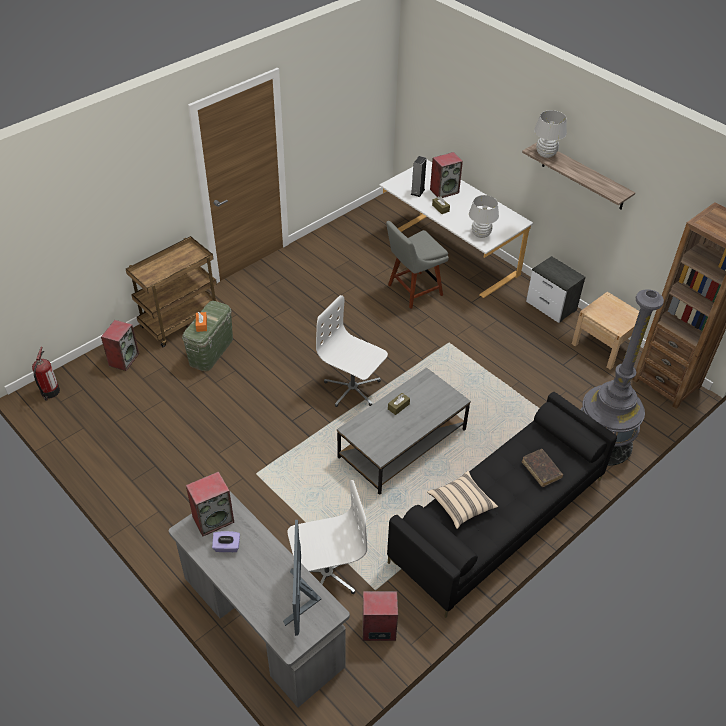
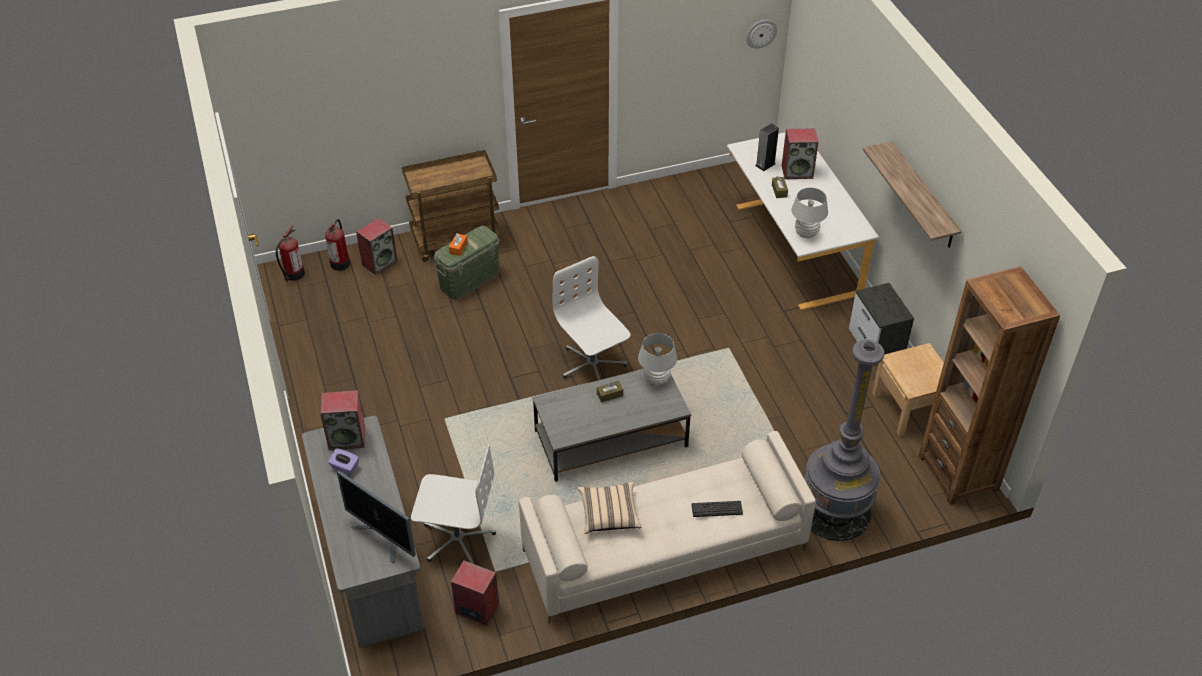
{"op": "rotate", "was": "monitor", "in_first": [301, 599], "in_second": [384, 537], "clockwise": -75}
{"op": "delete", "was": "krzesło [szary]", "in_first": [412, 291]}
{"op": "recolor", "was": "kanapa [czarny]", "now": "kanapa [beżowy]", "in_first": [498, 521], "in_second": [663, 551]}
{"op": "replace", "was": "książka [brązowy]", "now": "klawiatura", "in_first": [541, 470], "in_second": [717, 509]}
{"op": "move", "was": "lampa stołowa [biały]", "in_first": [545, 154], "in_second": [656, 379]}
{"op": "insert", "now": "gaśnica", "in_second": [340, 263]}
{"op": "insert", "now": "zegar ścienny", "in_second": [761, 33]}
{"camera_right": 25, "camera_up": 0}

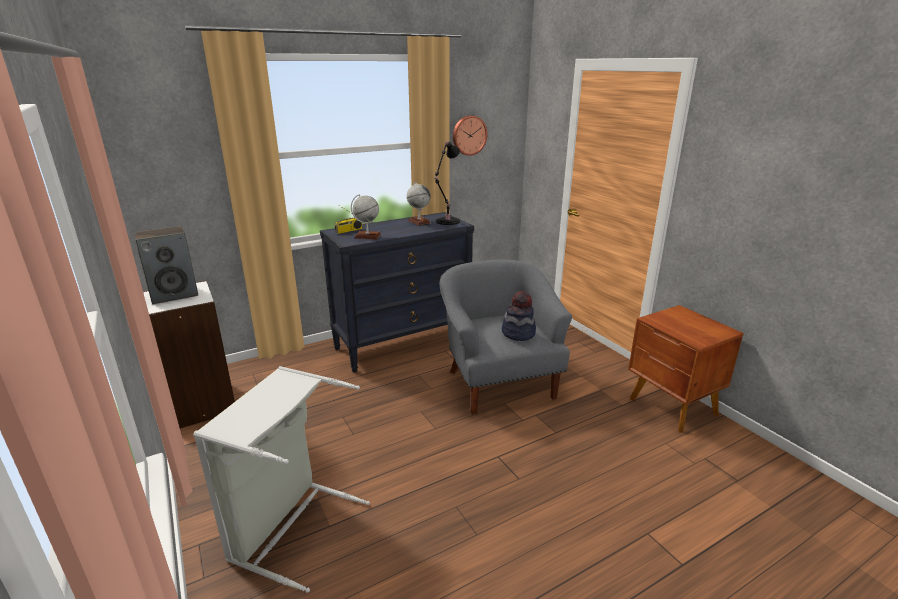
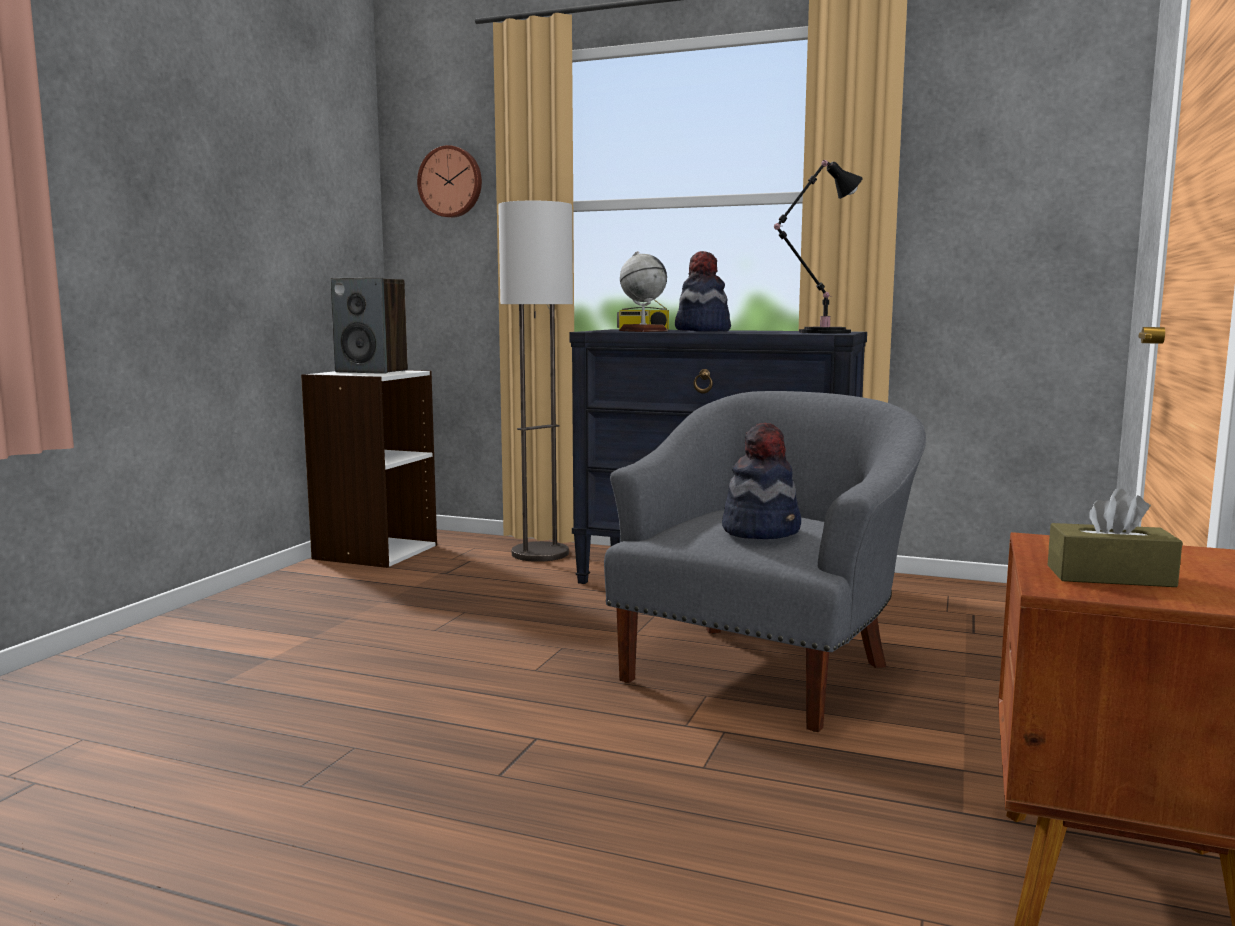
{"op": "delete", "was": "kosz na pranie [szary]", "in_first": [290, 526]}
{"op": "delete", "was": "globus", "in_first": [419, 222]}
{"op": "move", "was": "zegar ścienny", "in_first": [469, 135], "in_second": [451, 182]}
{"op": "insert", "now": "lampa stojąca", "in_second": [540, 554]}
{"op": "insert", "now": "kapelusz", "in_second": [702, 331]}
{"op": "insert", "now": "pudełko chusteczek [brązowy]", "in_second": [1110, 576]}
{"camera_right": 50, "camera_up": -15}

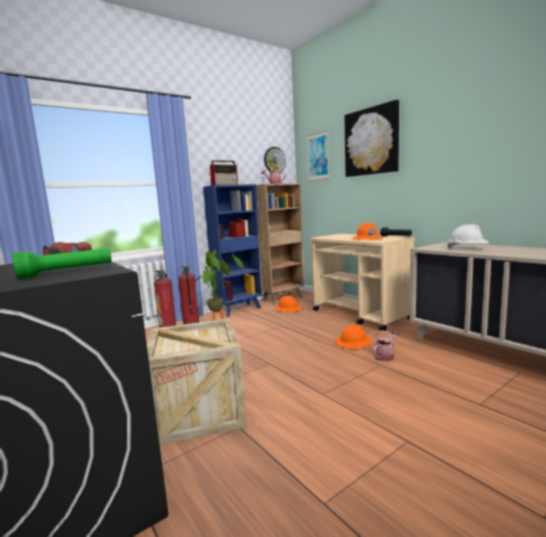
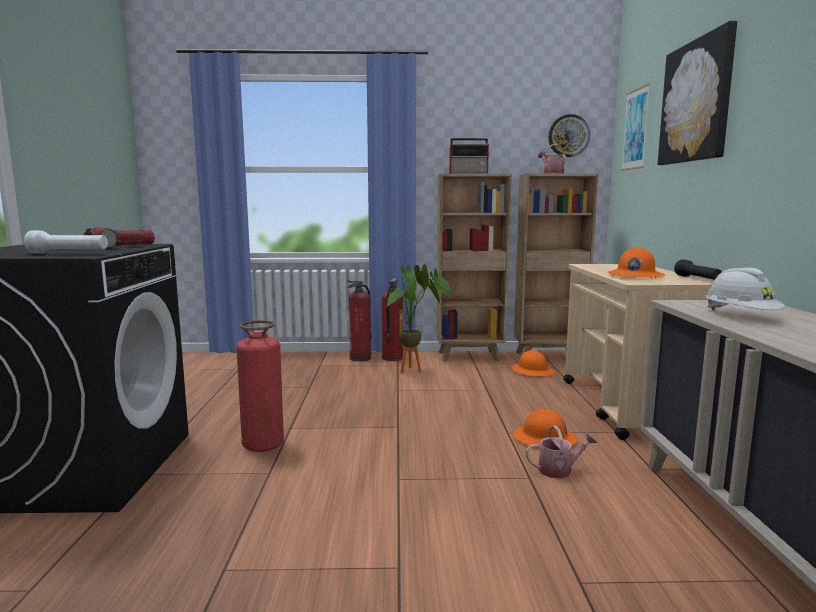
{"op": "recolor", "was": "latarka [zielony]", "now": "latarka [biały]", "in_first": [67, 272], "in_second": [69, 253]}
{"op": "replace", "was": "skrzynka", "now": "gaśnica", "in_first": [199, 411], "in_second": [263, 445]}
{"op": "recolor", "was": "regał [niebieski]", "now": "regał [brązowy]", "in_first": [239, 309], "in_second": [470, 356]}
{"camera_right": 35, "camera_up": 0}

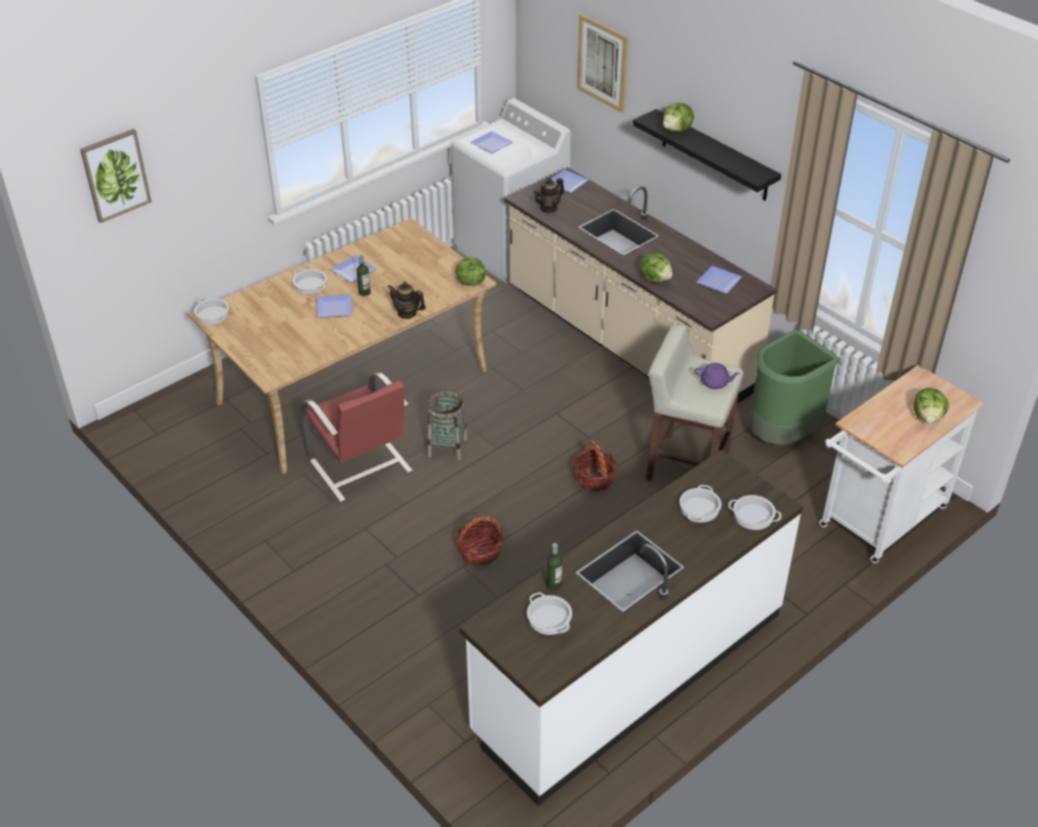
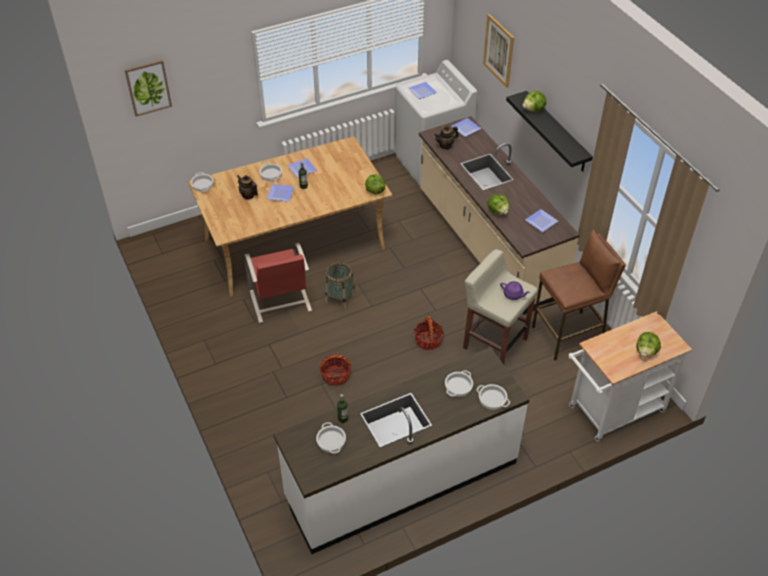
{"op": "move", "was": "imbryk", "in_first": [407, 313], "in_second": [248, 195]}
{"op": "replace", "was": "kosz na śmieci [zielony]", "now": "stołek [brązowy]", "in_first": [781, 436], "in_second": [568, 335]}
{"camera_right": 15, "camera_up": 5}

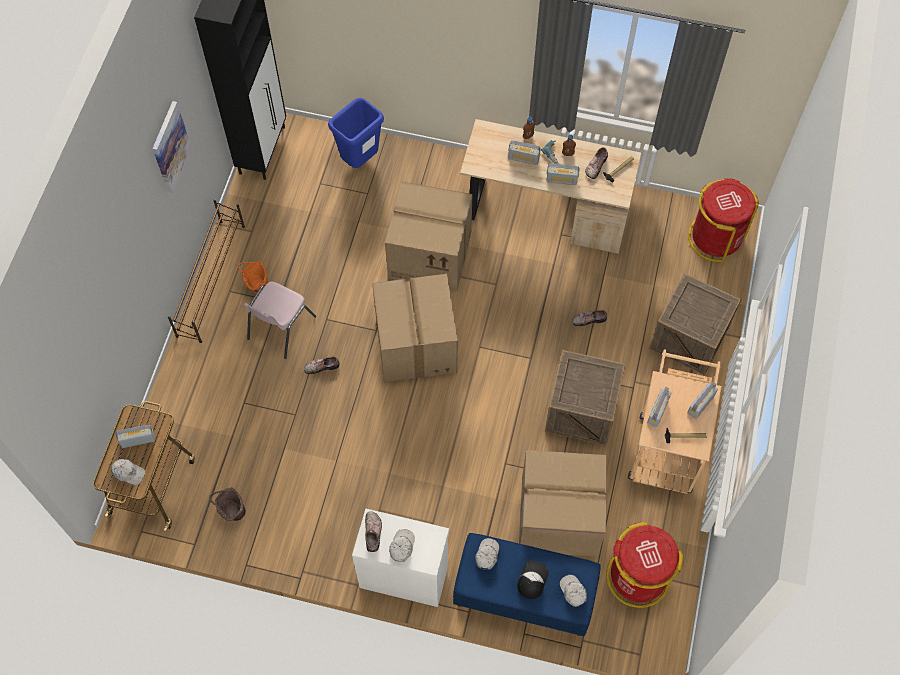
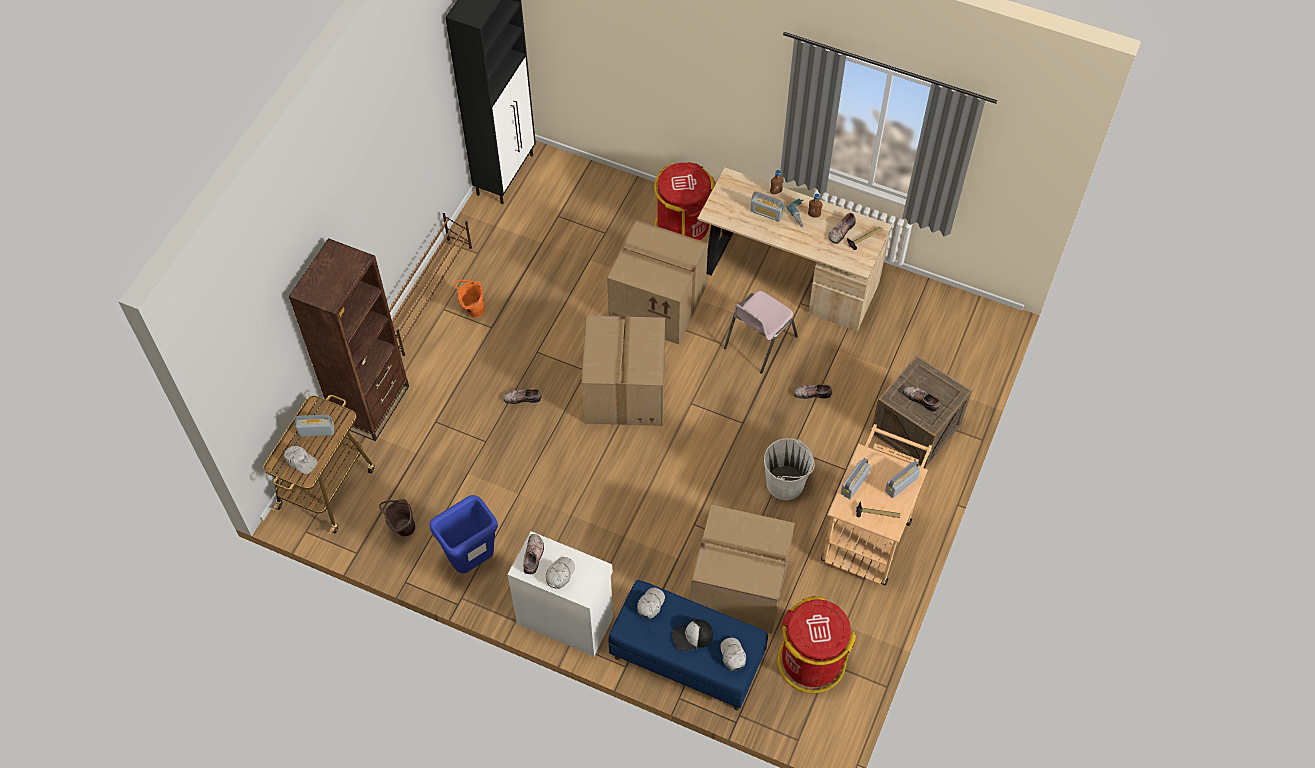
{"op": "delete", "was": "obraz", "in_first": [170, 147]}
{"op": "move", "was": "krzesło [różowy]", "in_first": [280, 328], "in_second": [759, 342]}
{"op": "move", "was": "kosz na śmieci [niebieski]", "in_first": [360, 160], "in_second": [472, 560]}
{"op": "rotate", "was": "czapka z daszkiem", "in_first": [532, 580], "in_second": [692, 636], "clockwise": -135}
{"op": "replace", "was": "skrzynka", "now": "wiadro [biały]", "in_first": [581, 410], "in_second": [785, 483]}
{"op": "delete", "was": "radio", "in_first": [561, 179]}
{"op": "move", "was": "kosz na śmieci [czerwony]", "in_first": [715, 237], "in_second": [682, 227]}
{"op": "insert", "now": "regał [brązowy]", "in_second": [371, 405]}
{"op": "insert", "now": "but", "in_second": [921, 399]}
{"camera_right": 10, "camera_up": -5}

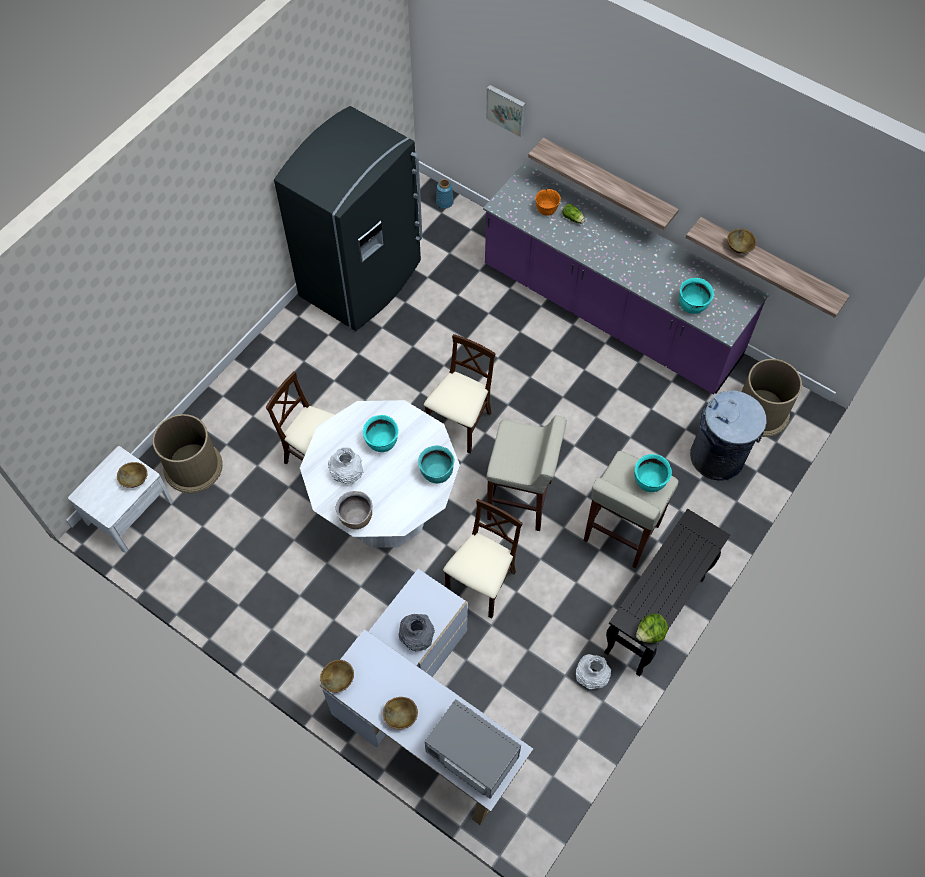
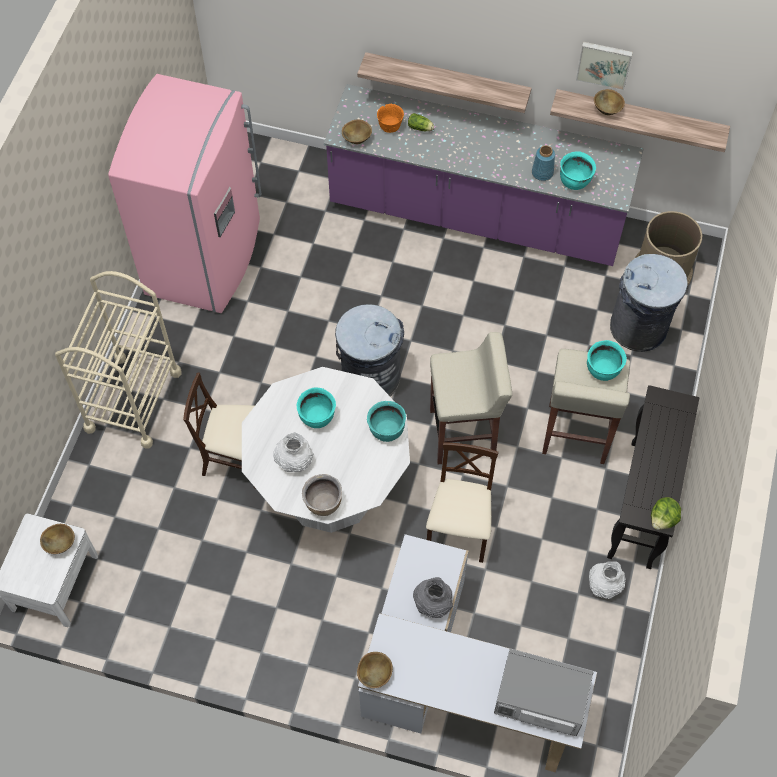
{"op": "delete", "was": "kosz na śmieci [brązowy]", "in_first": [193, 466]}
{"op": "recolor", "was": "lodówka [szary]", "now": "lodówka [różowy]", "in_first": [362, 280], "in_second": [206, 257]}
{"op": "move", "was": "miska [brązowy]", "in_first": [401, 716], "in_second": [357, 139]}
{"op": "replace", "was": "krzesło [beżowy]", "now": "kosz na śmieci [szary]", "in_first": [460, 424], "in_second": [370, 376]}
{"op": "move", "was": "wazon [niebieski]", "in_first": [444, 202], "in_second": [542, 172]}
{"op": "move", "was": "obraz", "in_first": [506, 109], "in_second": [604, 64]}
{"op": "insert", "now": "wózek [beżowy]", "in_second": [133, 400]}
{"camera_right": -20, "camera_up": 0}

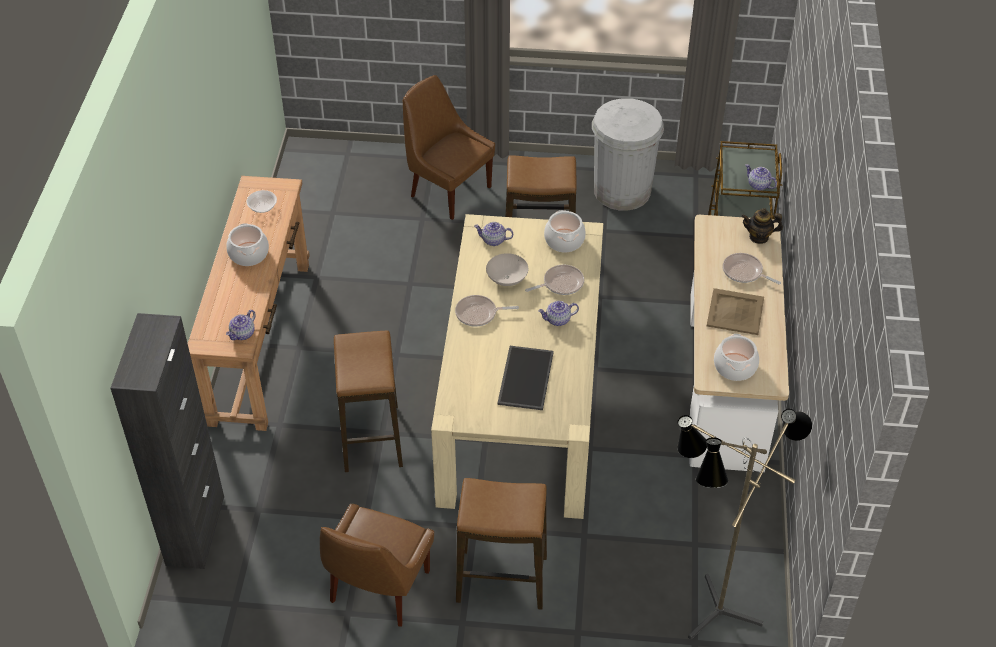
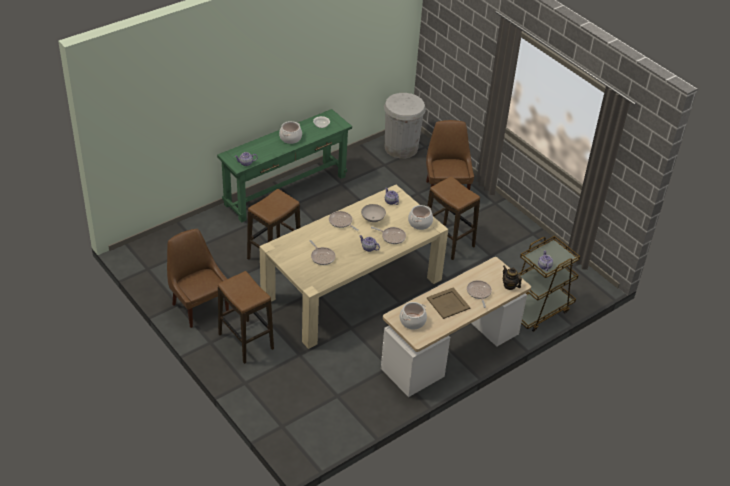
{"op": "delete", "was": "szafka [czarny]", "in_first": [195, 530]}
{"op": "recolor", "was": "stolik konsolowy [brązowy]", "now": "stolik konsolowy [zielony]", "in_first": [260, 341], "in_second": [286, 190]}
{"op": "rotate", "was": "krzesło [brązowy]", "in_first": [378, 589], "in_second": [199, 306], "clockwise": 75}
{"op": "replace", "was": "taca", "now": "patelnia", "in_first": [524, 377], "in_second": [322, 257]}
{"op": "move", "was": "kosz na śmieci [biały]", "in_first": [622, 191], "in_second": [401, 148]}
{"op": "delete", "was": "lampa stojąca", "in_first": [711, 608]}
{"camera_right": 45, "camera_up": -5}

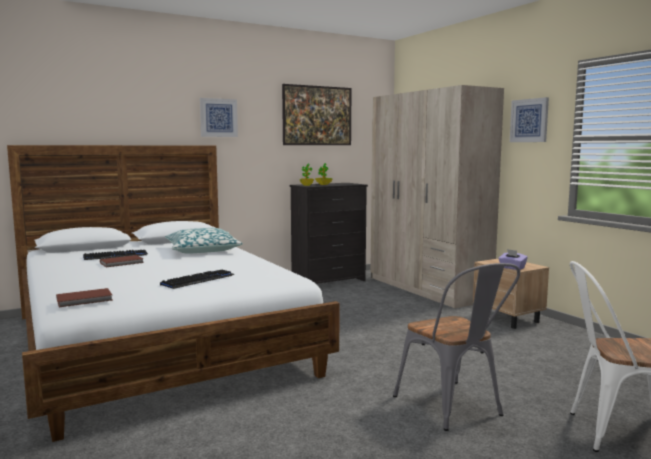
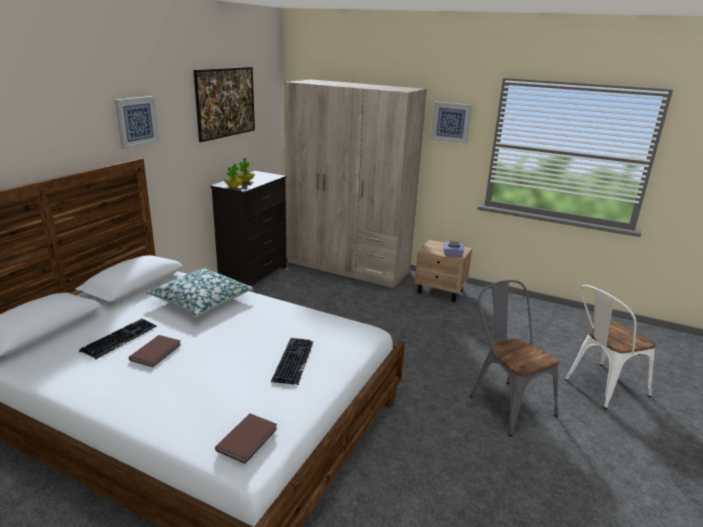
{"op": "rotate", "was": "krzesło [szary]", "in_first": [454, 408], "in_second": [506, 402], "clockwise": -150}
{"camera_right": -35, "camera_up": 15}

